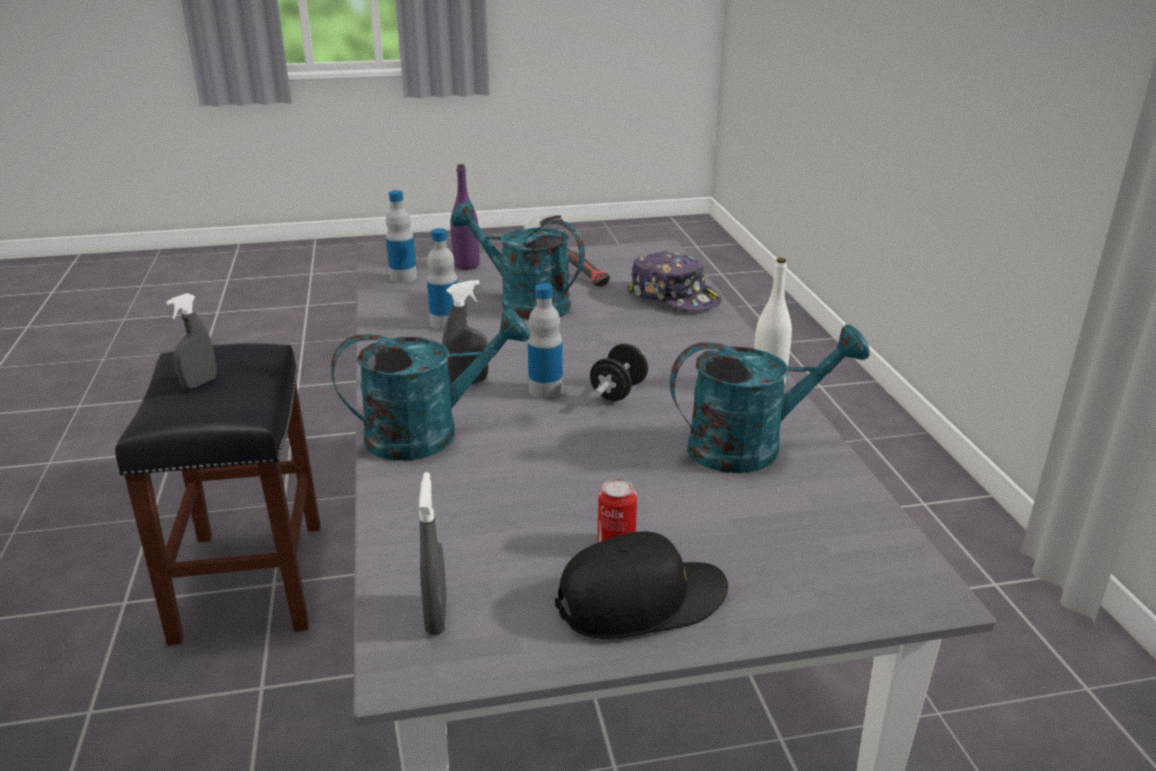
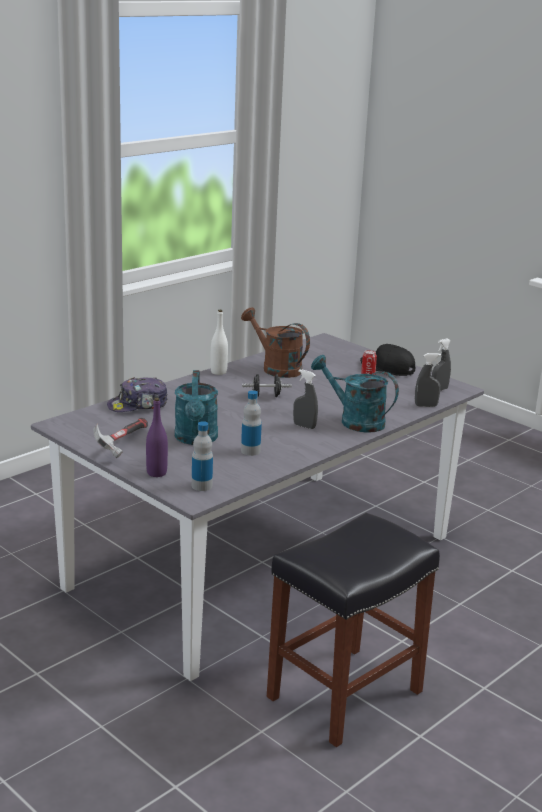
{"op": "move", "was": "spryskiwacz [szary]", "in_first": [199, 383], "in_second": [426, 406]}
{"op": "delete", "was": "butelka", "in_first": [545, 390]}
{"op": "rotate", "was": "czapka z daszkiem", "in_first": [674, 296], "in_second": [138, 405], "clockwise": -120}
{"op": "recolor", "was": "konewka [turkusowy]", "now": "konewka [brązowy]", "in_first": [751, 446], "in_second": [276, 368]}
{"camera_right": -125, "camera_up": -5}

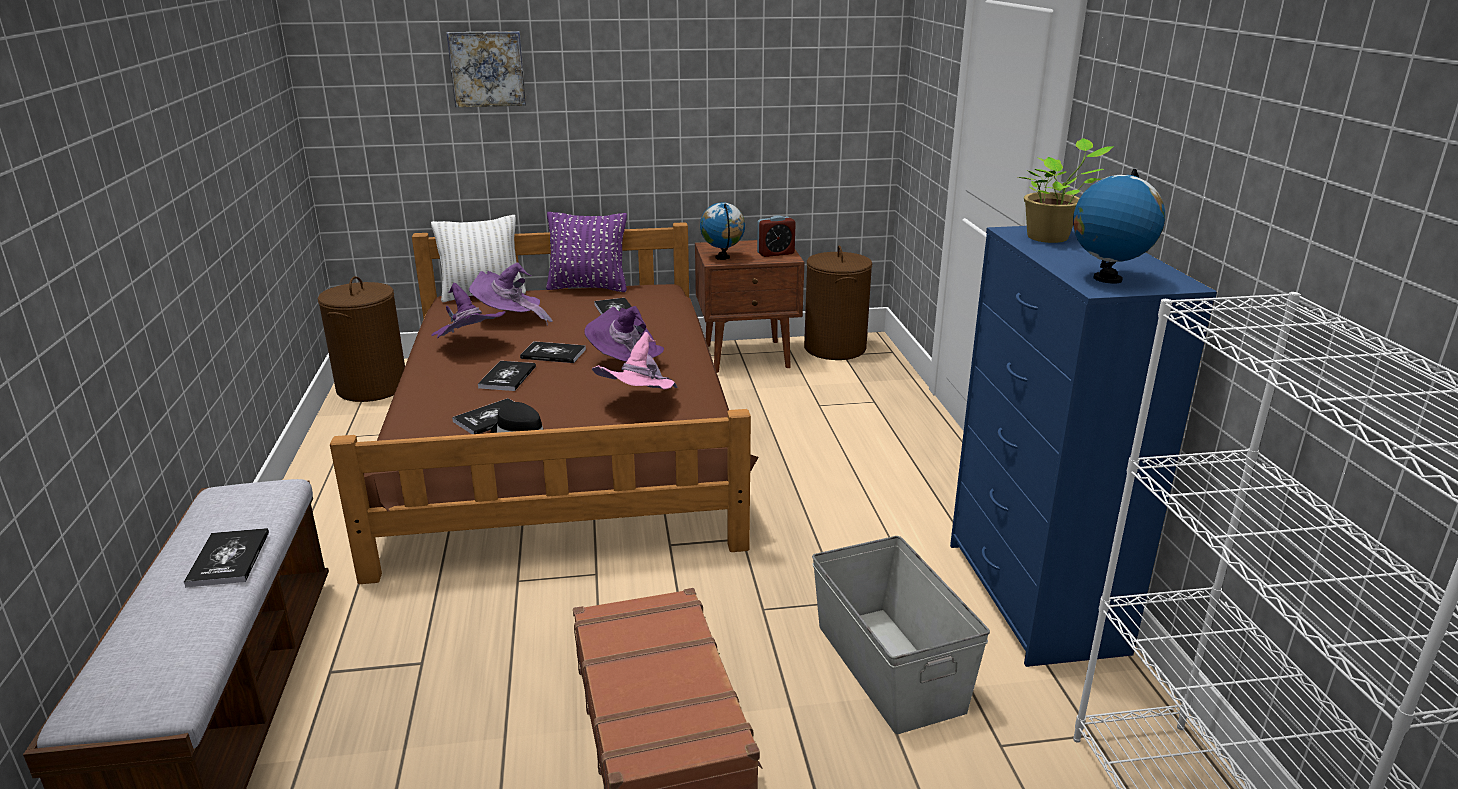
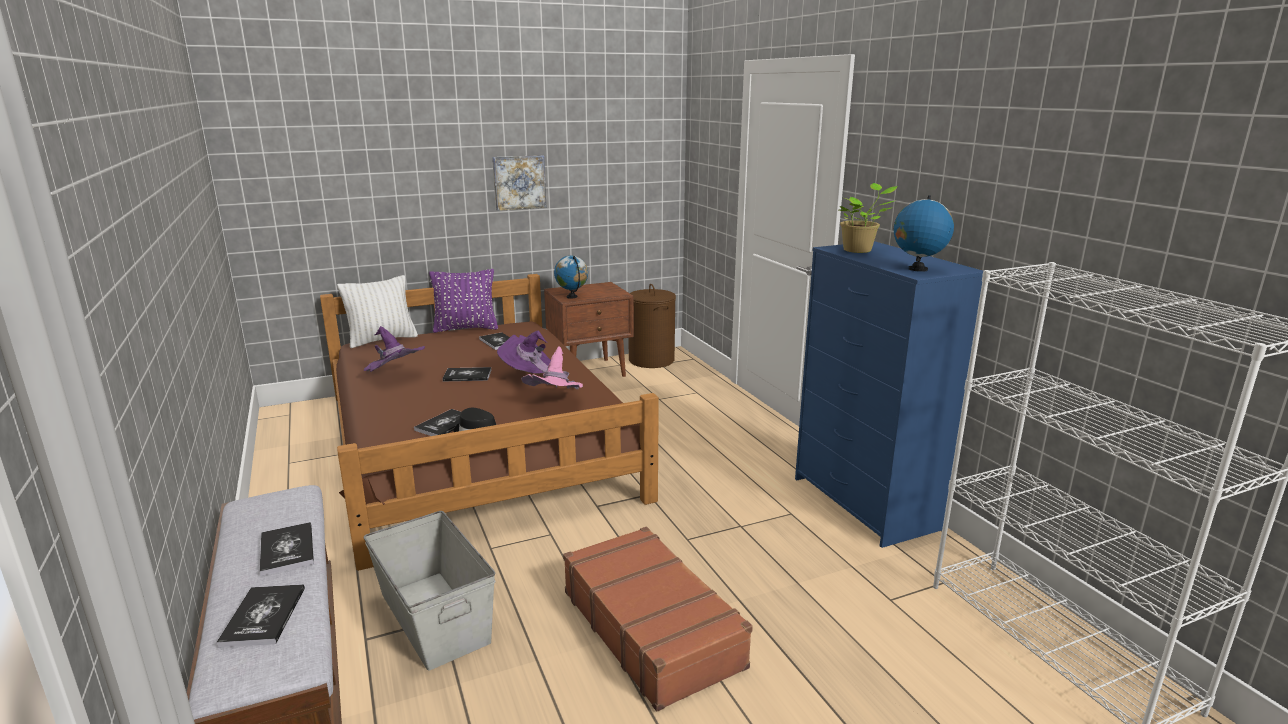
{"op": "delete", "was": "kosz na pranie [brązowy]", "in_first": [372, 388]}
{"op": "move", "was": "obraz", "in_first": [487, 68], "in_second": [519, 182]}
{"op": "delete", "was": "kapelusz [fioletowy]", "in_first": [510, 319]}
{"op": "move", "was": "książka", "in_first": [507, 377], "in_second": [263, 617]}
{"op": "delete", "was": "budzik", "in_first": [775, 253]}
{"op": "move", "was": "pojemnik do przechowywania [szary]", "in_first": [889, 666], "in_second": [435, 616]}
{"camera_right": -15, "camera_up": -5}

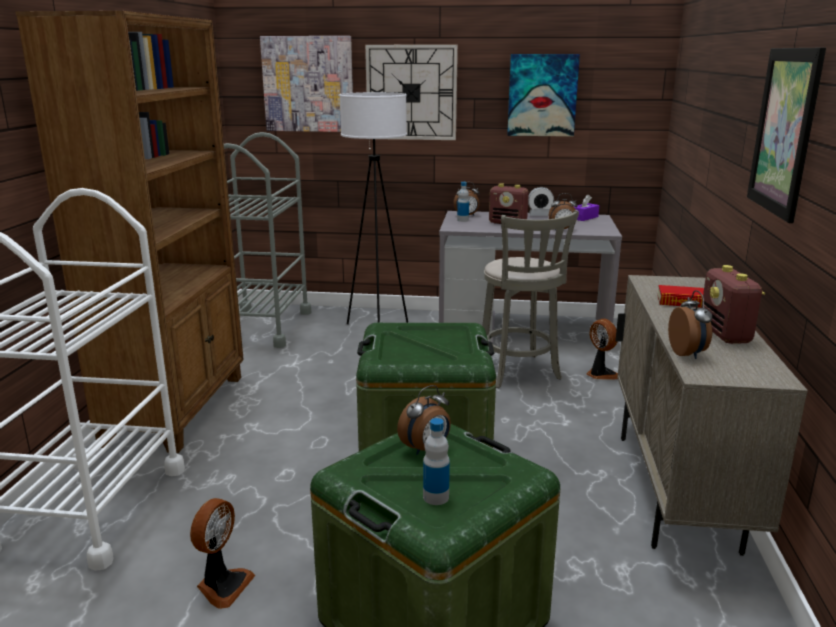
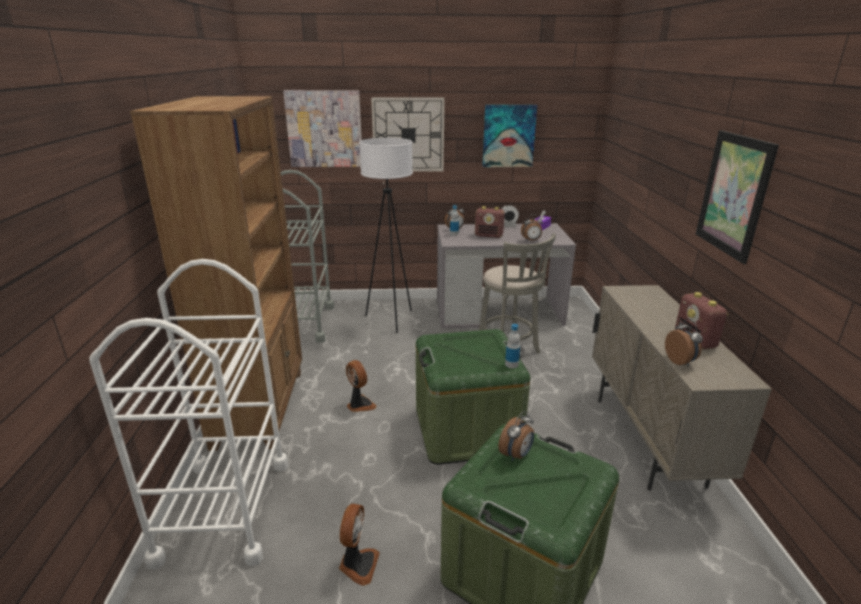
{"op": "move", "was": "butelka", "in_first": [436, 497], "in_second": [511, 364]}
{"op": "move", "was": "wentylator", "in_first": [600, 374], "in_second": [359, 405]}
{"op": "delete", "was": "książka", "in_first": [681, 302]}
{"camera_right": -10, "camera_up": 5}

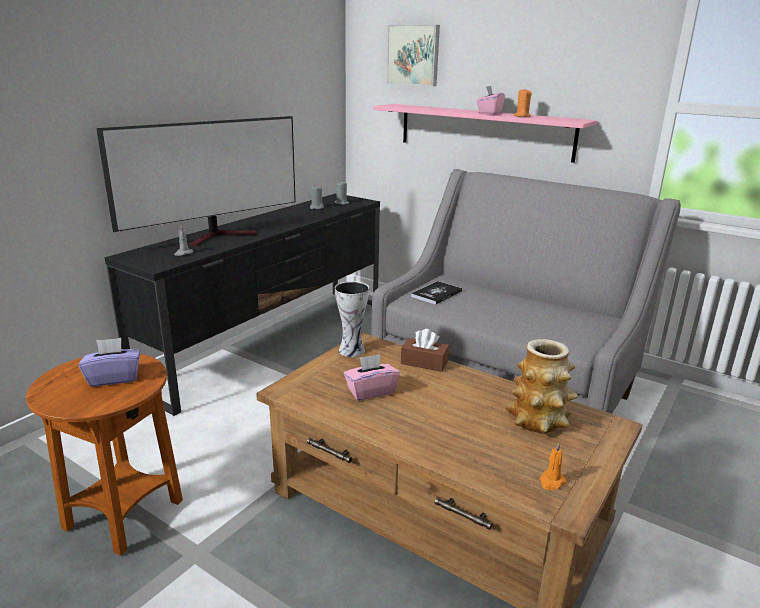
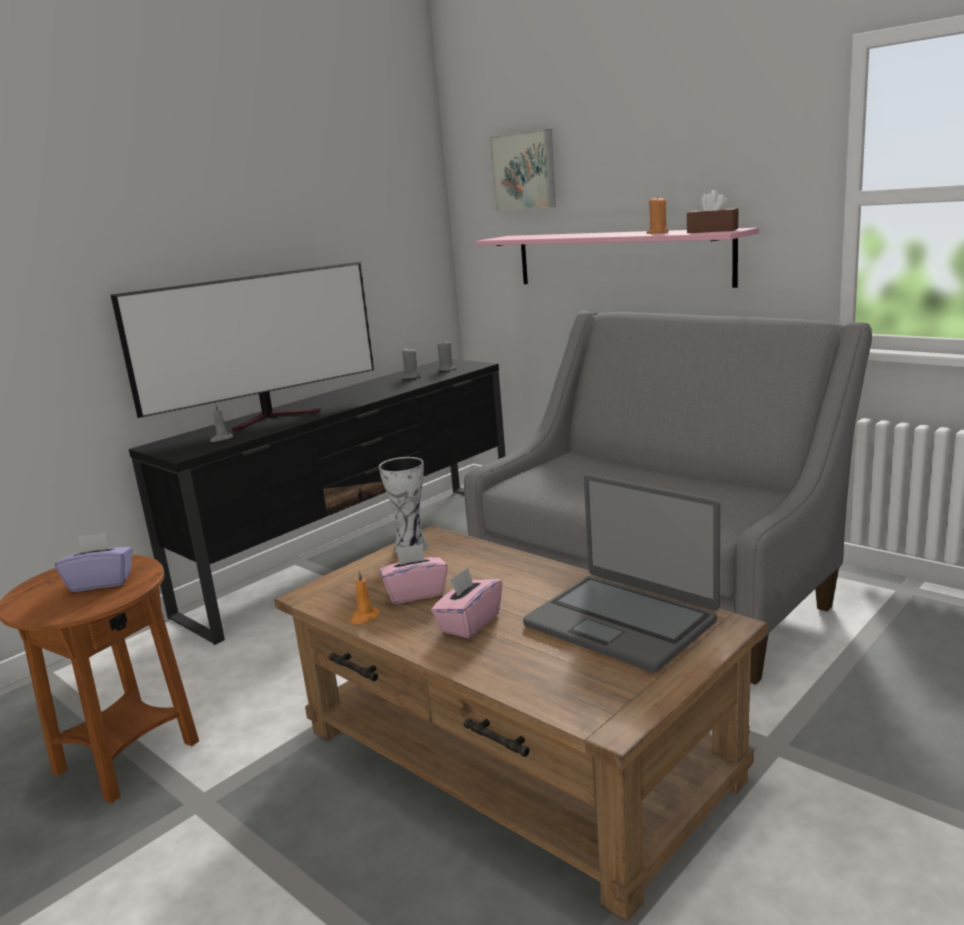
{"op": "move", "was": "pudełko chusteczek [brązowy]", "in_first": [424, 362], "in_second": [712, 231]}
{"op": "delete", "was": "książka", "in_first": [436, 294]}
{"op": "move", "was": "pudełko chusteczek [różowy]", "in_first": [489, 113], "in_second": [469, 623]}
{"op": "replace", "was": "wazon", "now": "laptop", "in_first": [538, 421], "in_second": [621, 622]}
{"op": "move", "was": "świeca [pomarańczowy]", "in_first": [551, 482], "in_second": [364, 617]}
{"camera_right": 10, "camera_up": -5}

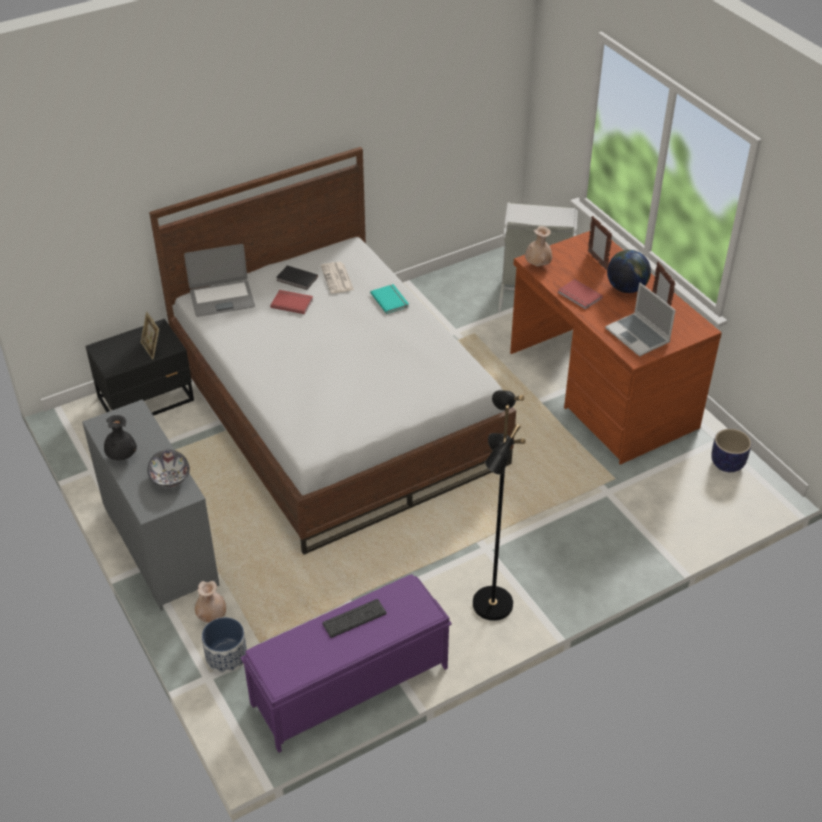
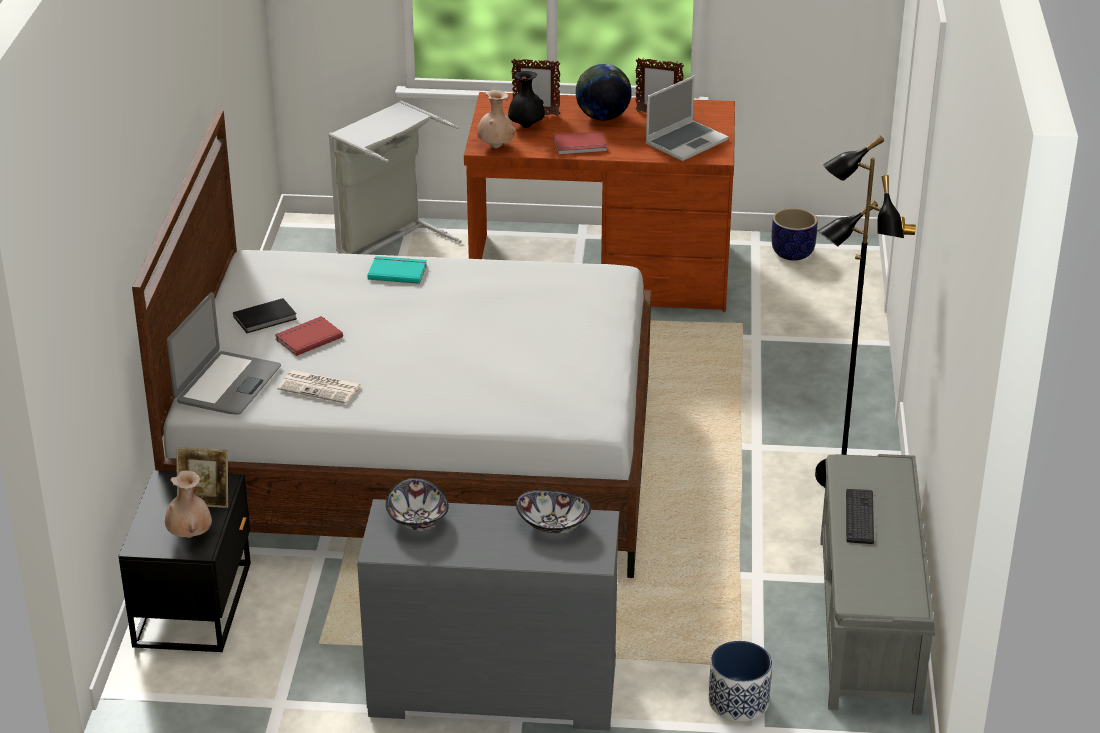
{"op": "move", "was": "wazon [czarny]", "in_first": [122, 457], "in_second": [526, 127]}
{"op": "move", "was": "wazon [beżowy]", "in_first": [212, 616], "in_second": [190, 535]}
{"op": "recolor", "was": "ławka [fioletowy]", "now": "ławka [szary]", "in_first": [348, 686], "in_second": [868, 624]}
{"op": "move", "was": "gazeta", "in_first": [337, 278], "in_second": [321, 387]}
{"op": "rotate", "was": "laptop", "in_first": [638, 336], "in_second": [686, 142], "clockwise": -45}
{"op": "insert", "now": "miska", "in_second": [418, 520]}
{"camera_right": -55, "camera_up": -10}

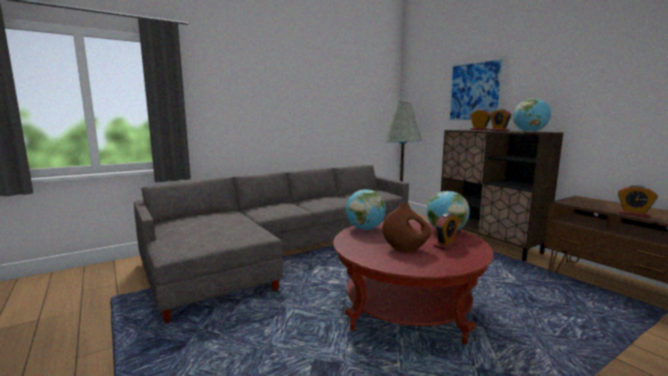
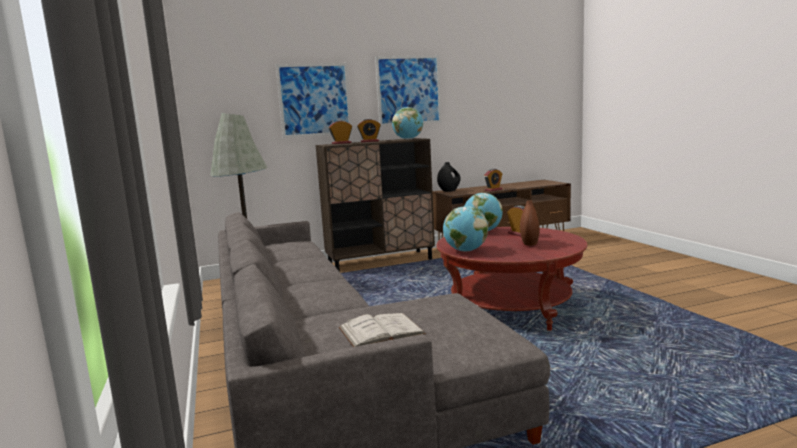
{"op": "insert", "now": "książka [biały]", "in_second": [381, 331]}
{"op": "insert", "now": "obraz", "in_second": [409, 90]}
{"op": "insert", "now": "wazon [czarny]", "in_second": [449, 191]}
{"camera_right": -75, "camera_up": 0}

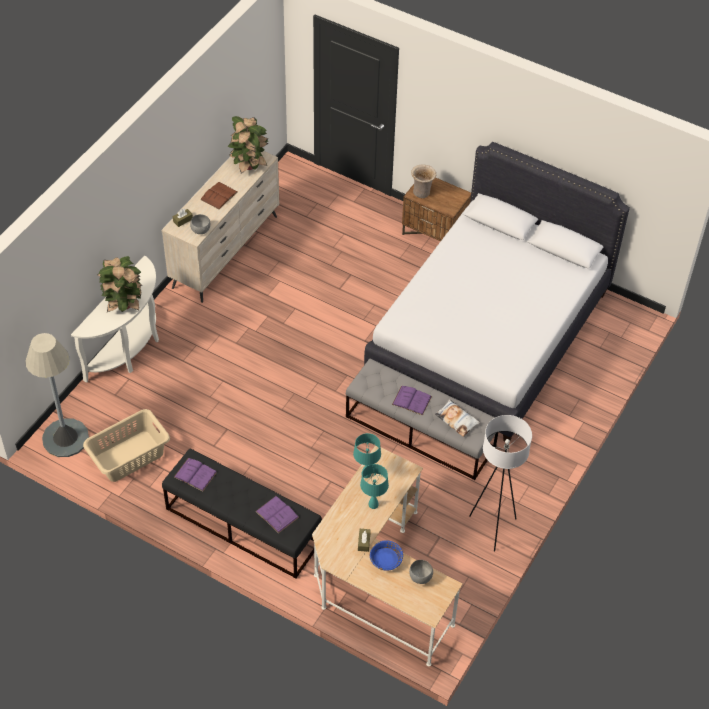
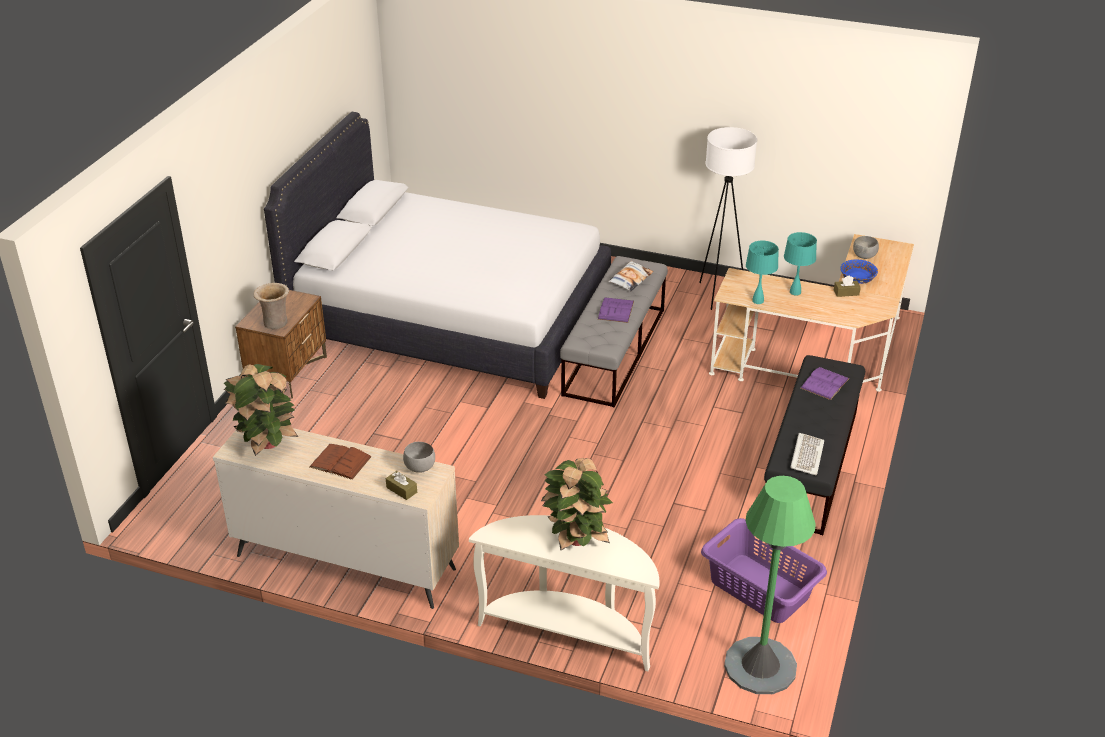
{"op": "recolor", "was": "lampa stojąca [szary]", "now": "lampa stojąca [zielony]", "in_first": [65, 438], "in_second": [760, 666]}
{"op": "recolor", "was": "kosz na pranie [beżowy]", "now": "kosz na pranie [fioletowy]", "in_first": [128, 456], "in_second": [759, 589]}
{"op": "replace", "was": "książka [fioletowy]", "now": "klawiatura", "in_first": [195, 474], "in_second": [806, 456]}
{"camera_right": -100, "camera_up": -15}

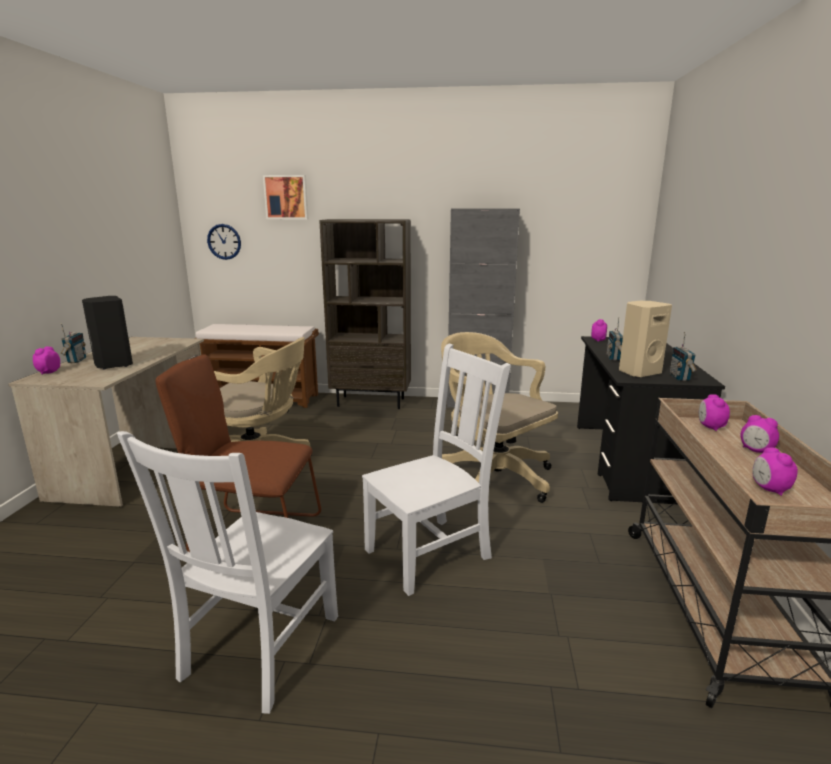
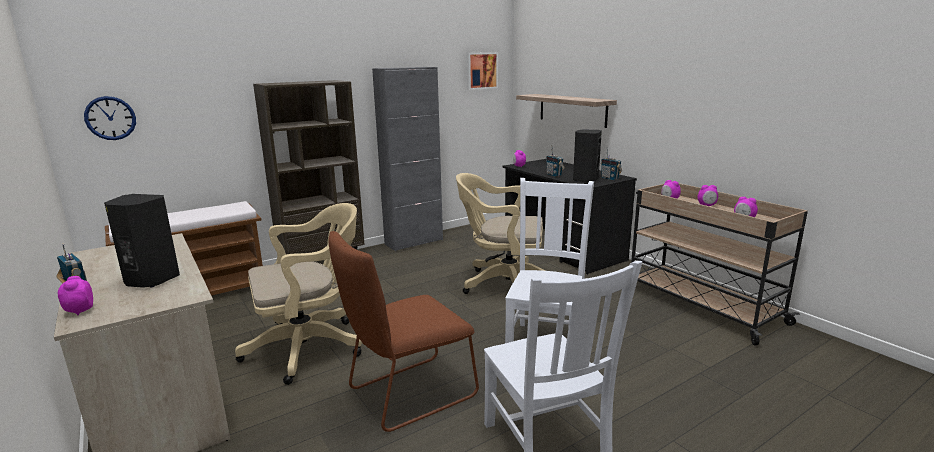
{"op": "move", "was": "obraz", "in_first": [286, 197], "in_second": [481, 70]}
{"op": "recolor", "was": "głośnik [beżowy]", "now": "głośnik [czarny]", "in_first": [638, 372], "in_second": [585, 180]}
{"op": "insert", "now": "półka", "in_second": [572, 110]}
{"camera_right": -40, "camera_up": 0}

